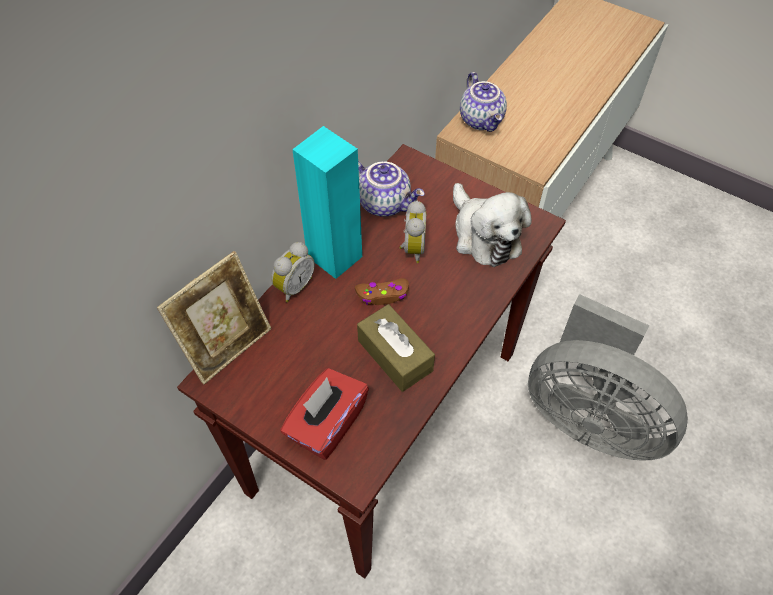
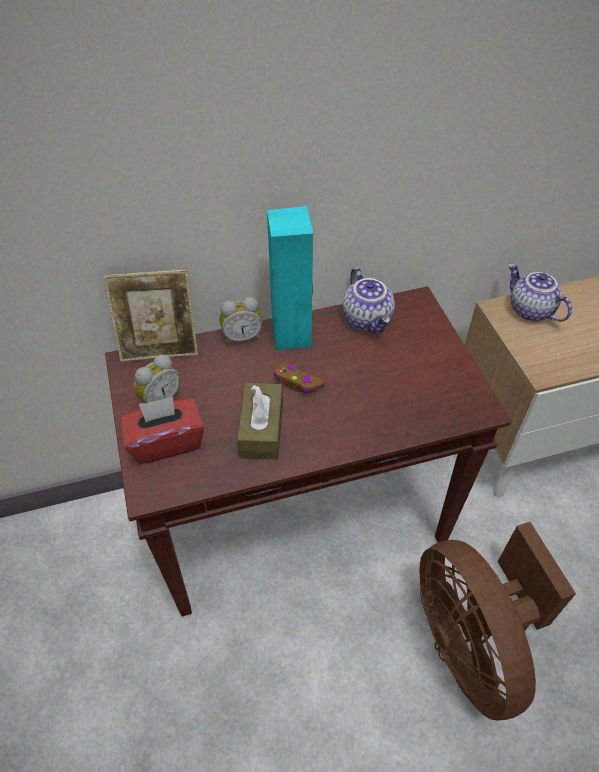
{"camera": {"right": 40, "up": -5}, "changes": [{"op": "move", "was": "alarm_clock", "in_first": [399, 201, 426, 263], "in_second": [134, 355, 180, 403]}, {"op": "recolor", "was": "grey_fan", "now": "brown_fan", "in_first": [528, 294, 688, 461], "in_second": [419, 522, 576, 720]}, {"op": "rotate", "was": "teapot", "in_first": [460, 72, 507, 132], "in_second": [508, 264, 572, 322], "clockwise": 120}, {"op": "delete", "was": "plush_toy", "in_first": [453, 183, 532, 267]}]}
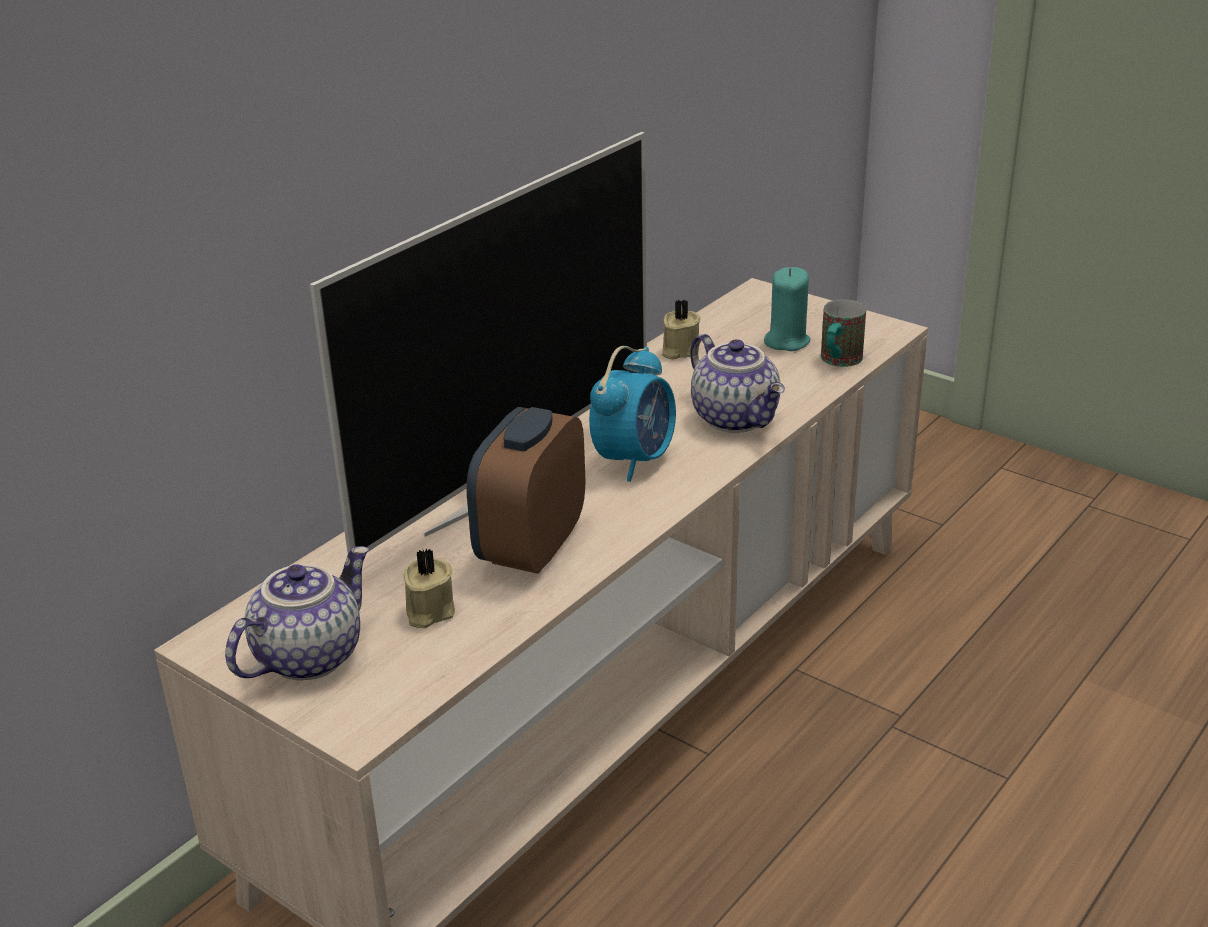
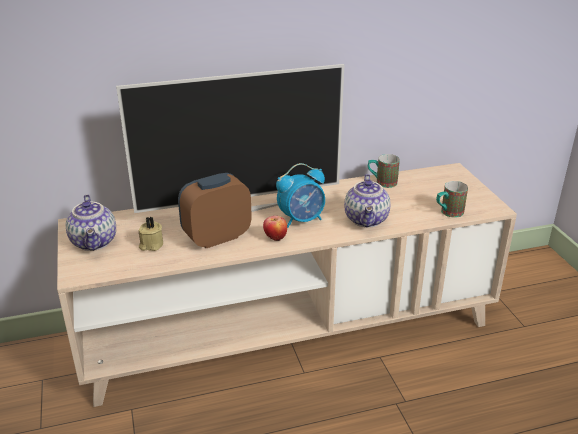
{"camera": {"right": 35, "up": 0}, "changes": [{"op": "rotate", "was": "teapot", "in_first": [225, 546, 369, 680], "in_second": [66, 194, 116, 251], "clockwise": 90}, {"op": "insert", "now": "apple", "in_second": [263, 216, 287, 242]}, {"op": "replace", "was": "beige_candle", "now": "mug", "in_first": [662, 300, 701, 360], "in_second": [368, 154, 400, 188]}, {"op": "delete", "was": "turquoise_candle", "in_first": [764, 267, 810, 351]}]}
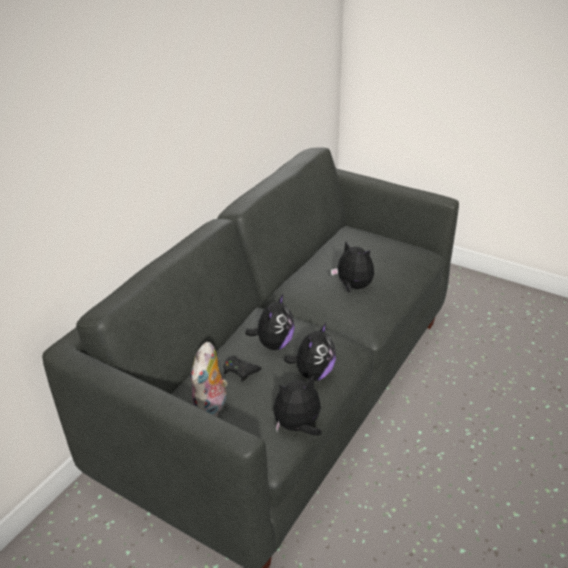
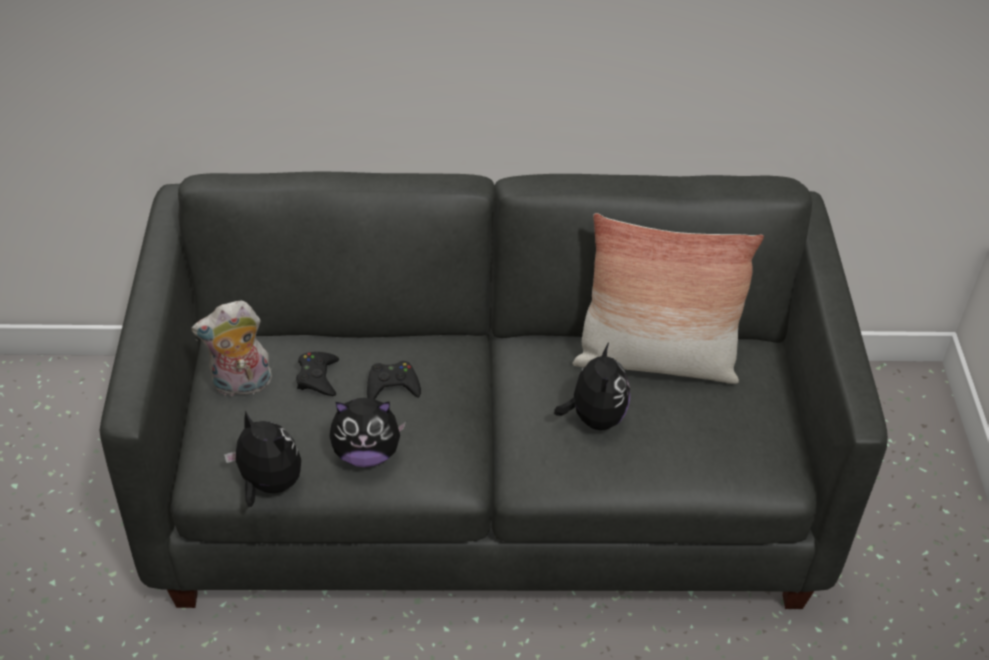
{"camera": {"right": 55, "up": 10}, "changes": [{"op": "replace", "was": "plush_toy", "now": "black_game_controller", "in_first": [245, 294, 295, 350], "in_second": [367, 361, 421, 399]}, {"op": "insert", "now": "pillow", "in_second": [572, 213, 764, 384]}]}
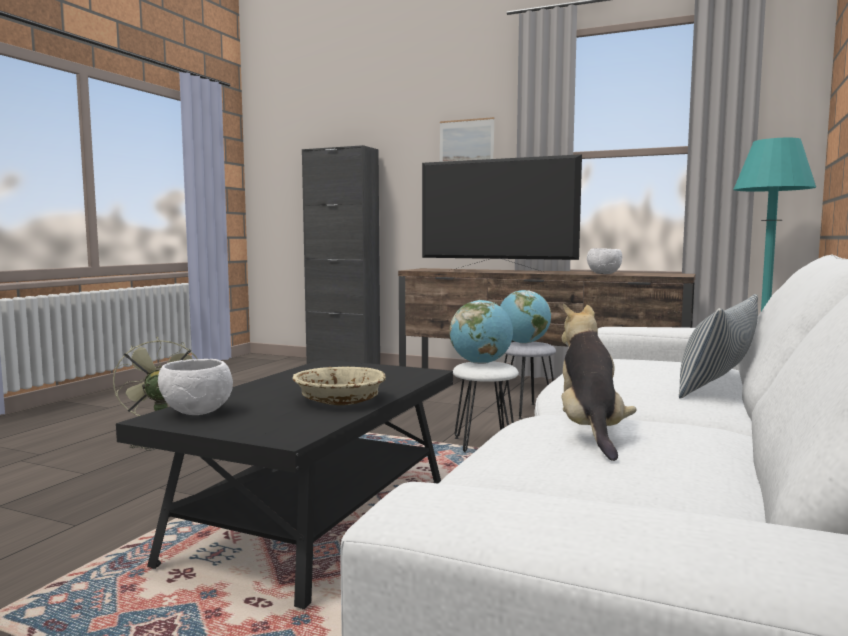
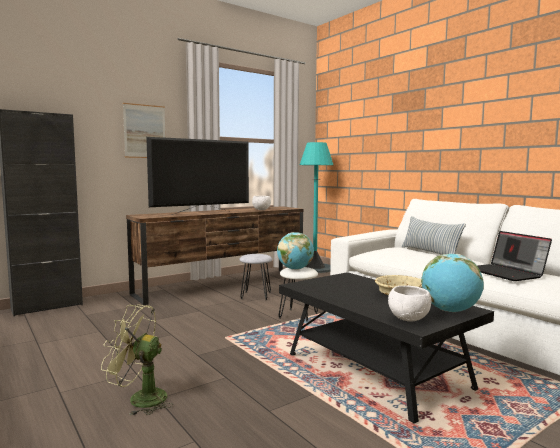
{"camera": {"right": -60, "up": 0}, "changes": [{"op": "move", "was": "globe", "in_first": [500, 290, 551, 344], "in_second": [421, 254, 484, 312]}, {"op": "replace", "was": "plush_toy", "now": "laptop", "in_first": [561, 303, 637, 461], "in_second": [478, 231, 552, 281]}]}
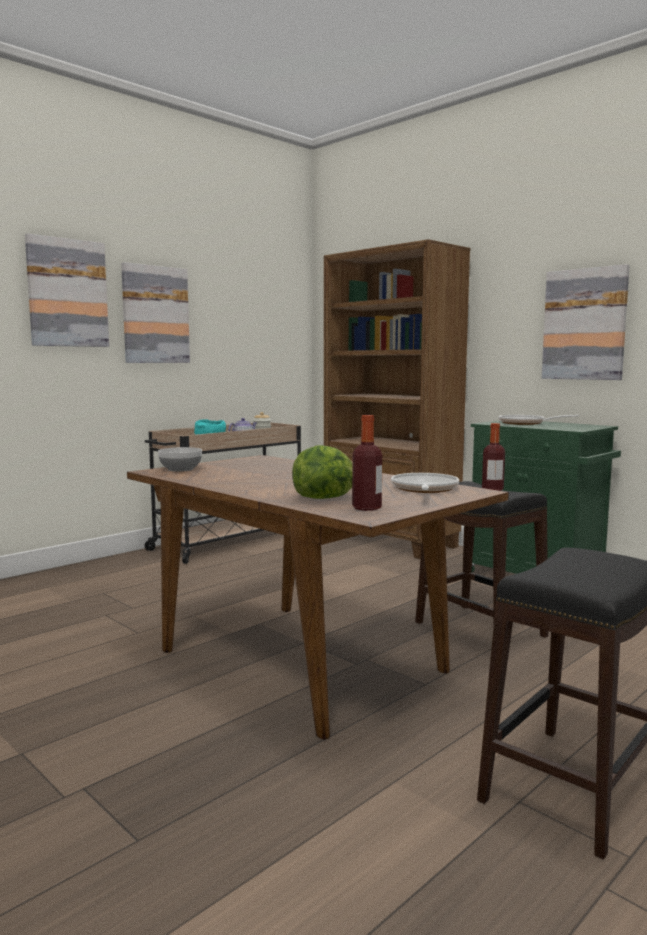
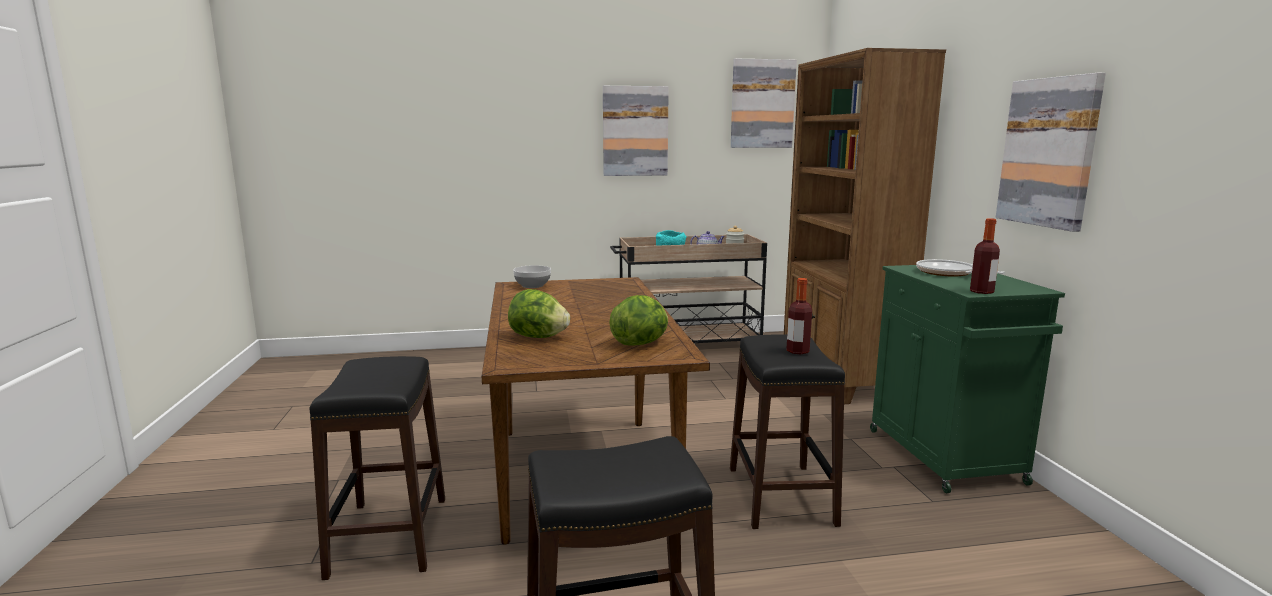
{"camera": {"right": 35, "up": 5}, "changes": [{"op": "insert", "now": "black_stool", "in_second": [310, 356, 445, 580]}, {"op": "replace", "was": "frying_pan", "now": "lettuce", "in_first": [391, 473, 459, 493], "in_second": [609, 295, 668, 345]}, {"op": "move", "was": "picture", "in_first": [25, 233, 109, 347], "in_second": [731, 59, 797, 148]}, {"op": "move", "was": "bottle", "in_first": [352, 415, 382, 511], "in_second": [970, 218, 1000, 294]}]}
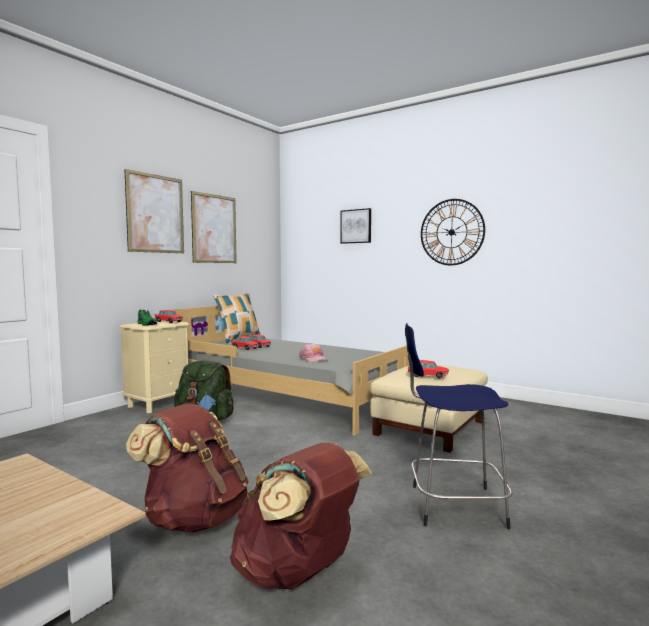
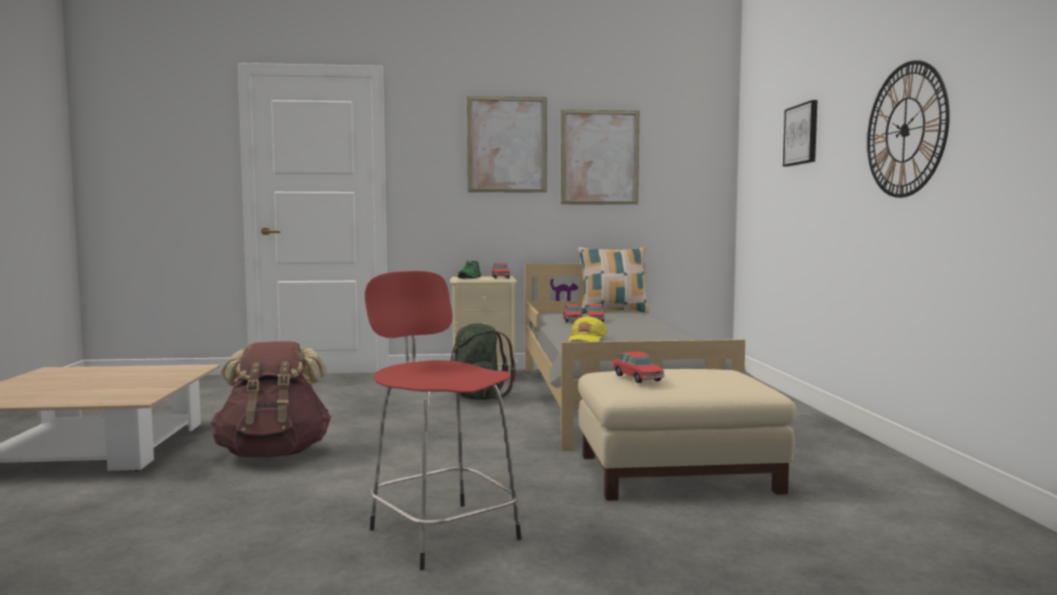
{"camera": {"right": 50, "up": 0}, "changes": [{"op": "recolor", "was": "blue_stool", "now": "red_stool", "in_first": [405, 323, 513, 529], "in_second": [365, 271, 522, 570]}, {"op": "recolor", "was": "pink_cap", "now": "yellow_cap", "in_first": [299, 343, 328, 362], "in_second": [568, 315, 607, 342]}, {"op": "delete", "was": "brown_backpack", "in_first": [230, 443, 372, 589]}]}
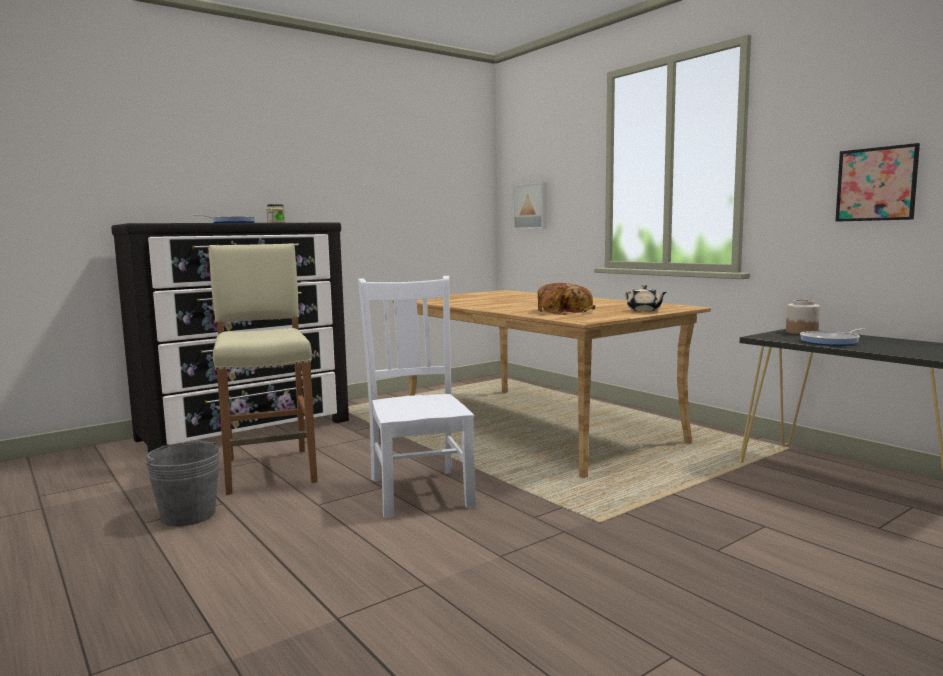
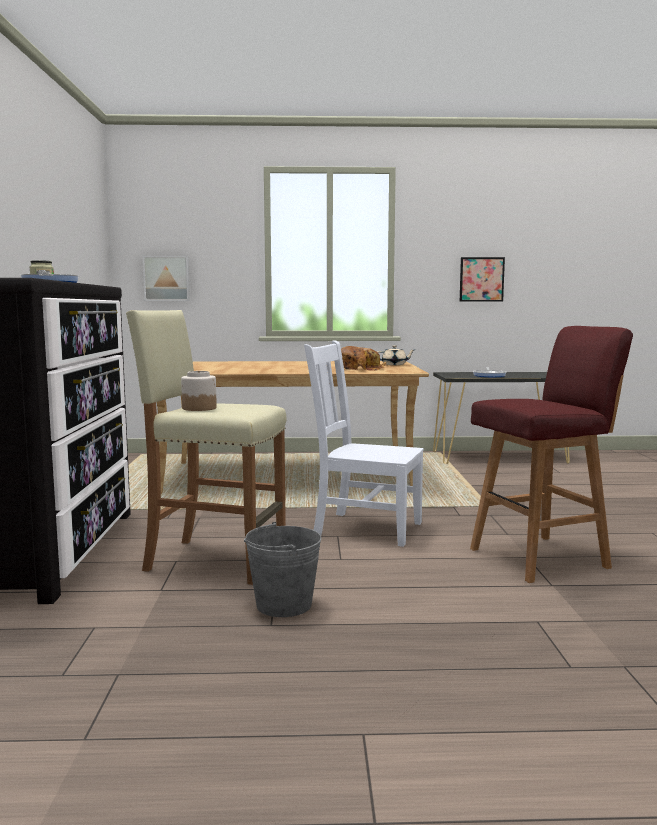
{"camera": {"right": -55, "up": 0}, "changes": [{"op": "move", "was": "jar", "in_first": [786, 300, 820, 334], "in_second": [181, 371, 217, 411]}, {"op": "insert", "now": "red_stool", "in_second": [470, 326, 633, 583]}]}
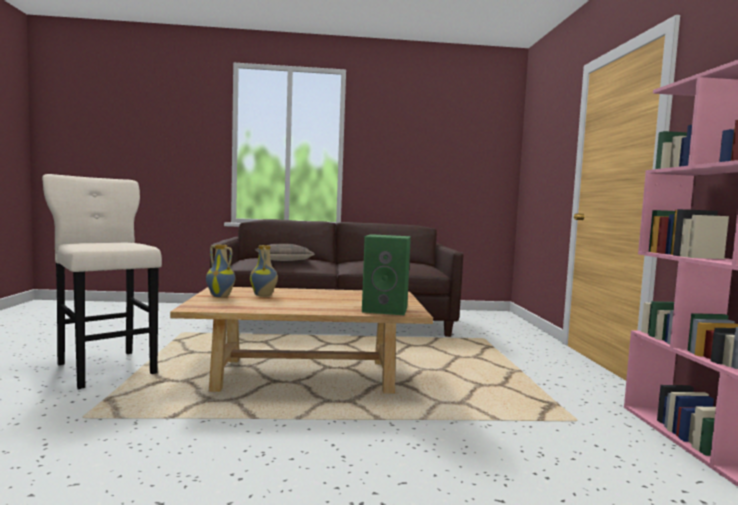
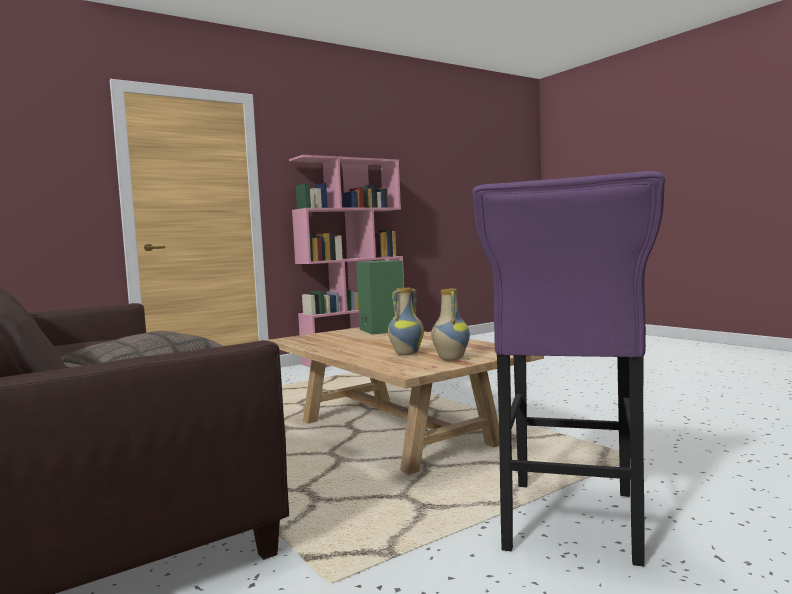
{"camera": {"right": -120, "up": 0}, "changes": [{"op": "recolor", "was": "beige_stool", "now": "purple_stool", "in_first": [42, 174, 162, 389], "in_second": [472, 171, 665, 566]}]}
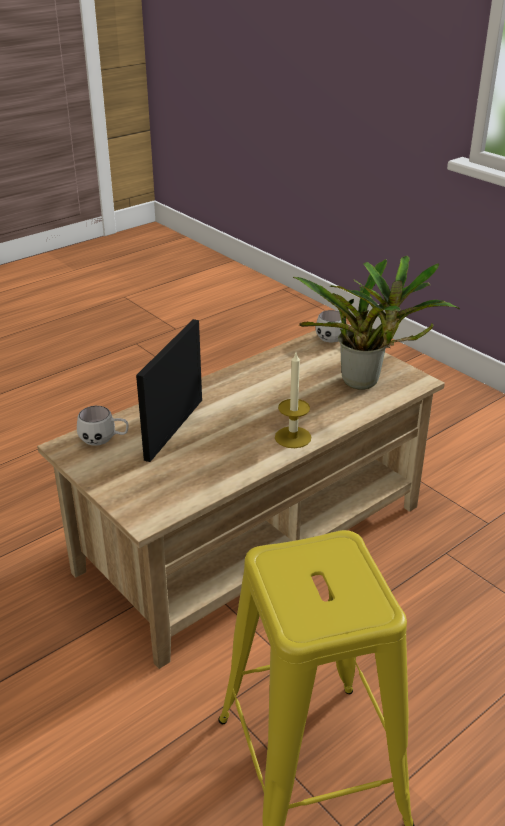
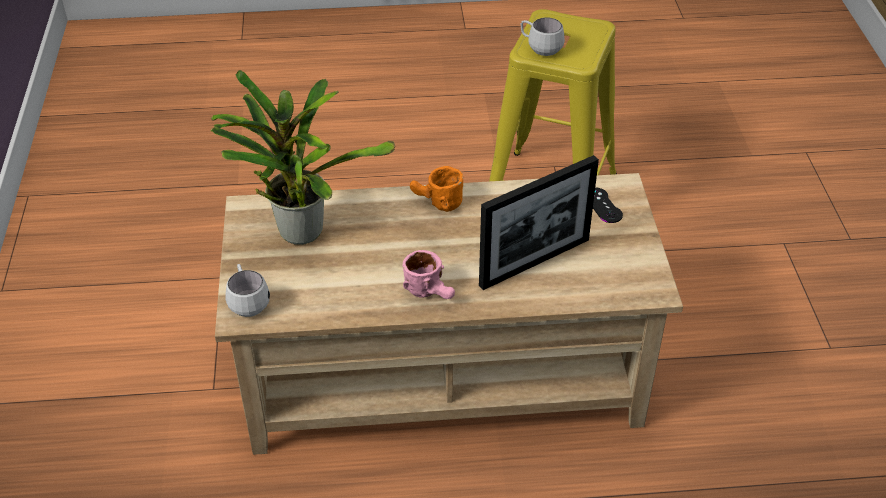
{"camera": {"right": -145, "up": 10}, "changes": [{"op": "insert", "now": "pink_mug", "in_second": [403, 250, 455, 299]}, {"op": "replace", "was": "candle", "now": "orange_mug", "in_first": [275, 353, 311, 448], "in_second": [410, 166, 463, 212]}, {"op": "move", "was": "white_mug", "in_first": [77, 406, 129, 446], "in_second": [521, 17, 565, 56]}, {"op": "insert", "now": "black_game_controller", "in_second": [593, 188, 623, 223]}]}
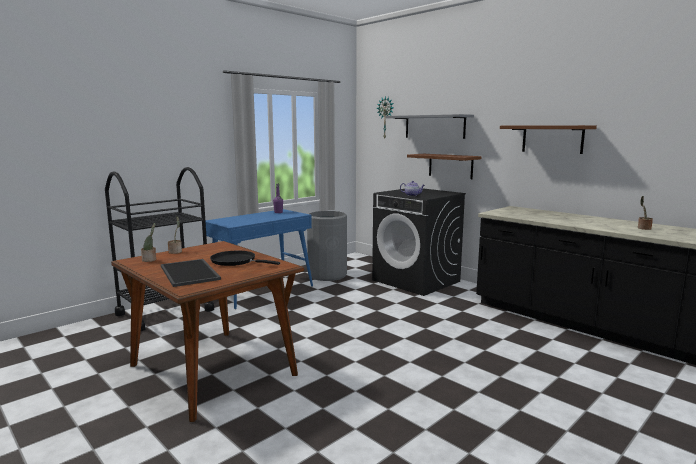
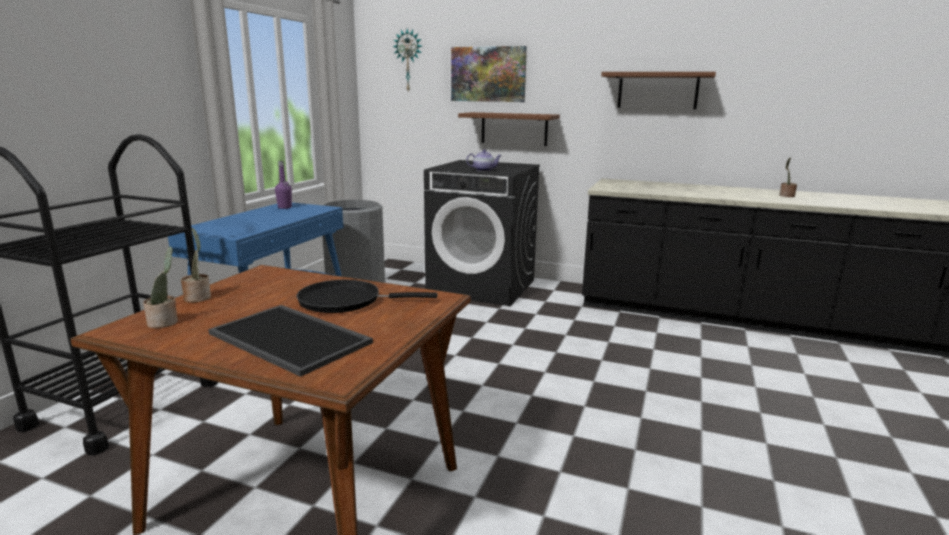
{"camera": {"right": -25, "up": 5}, "changes": [{"op": "replace", "was": "grey_shelf", "now": "picture", "in_first": [386, 114, 474, 139], "in_second": [451, 46, 527, 102]}]}
